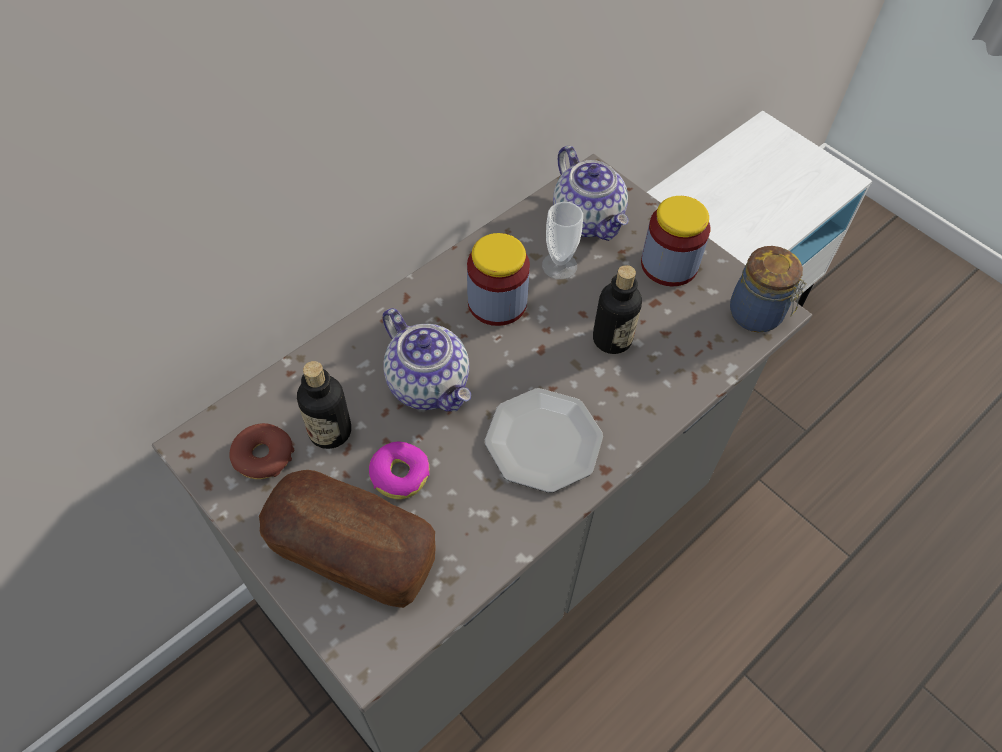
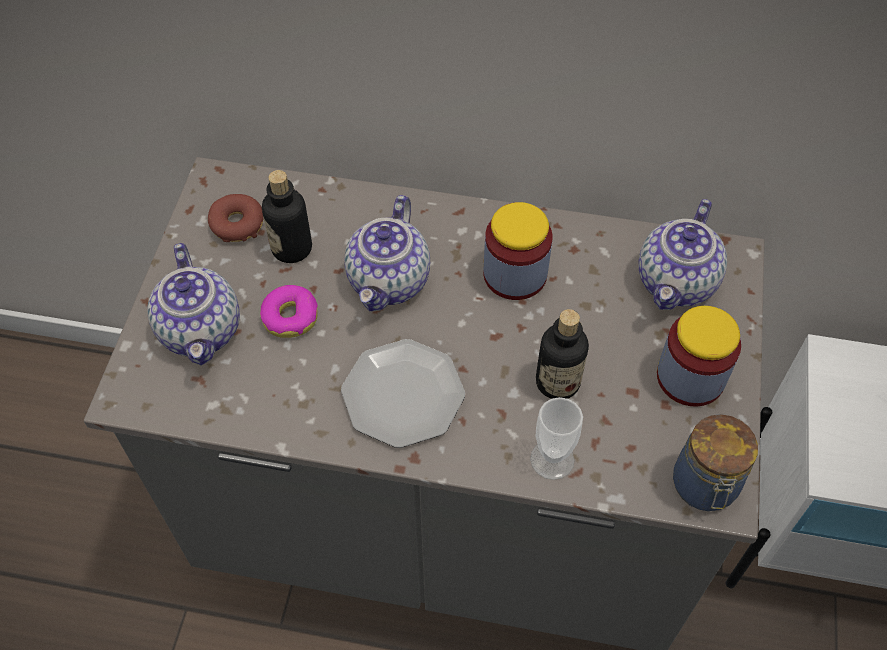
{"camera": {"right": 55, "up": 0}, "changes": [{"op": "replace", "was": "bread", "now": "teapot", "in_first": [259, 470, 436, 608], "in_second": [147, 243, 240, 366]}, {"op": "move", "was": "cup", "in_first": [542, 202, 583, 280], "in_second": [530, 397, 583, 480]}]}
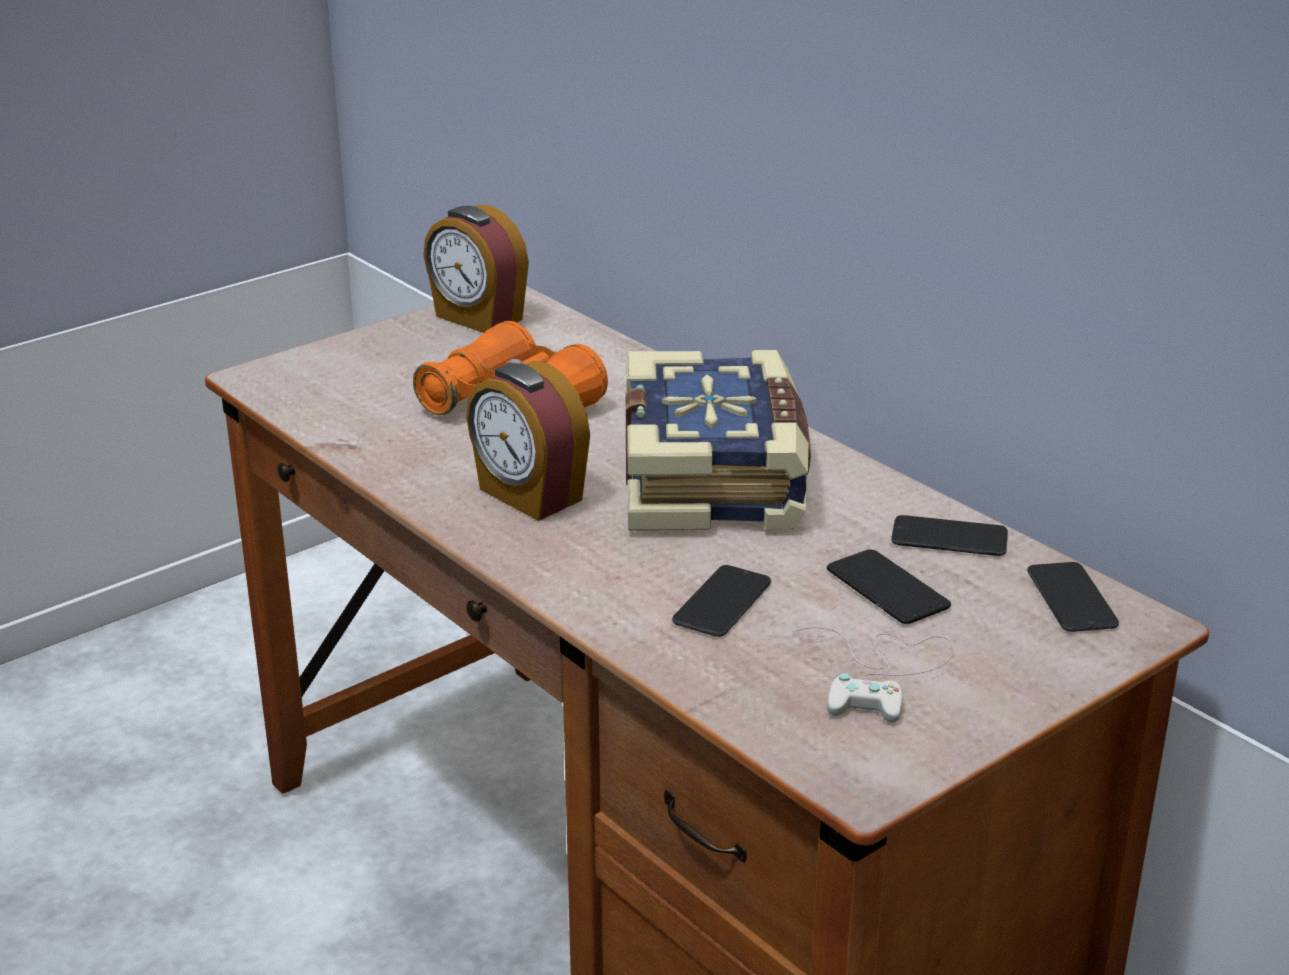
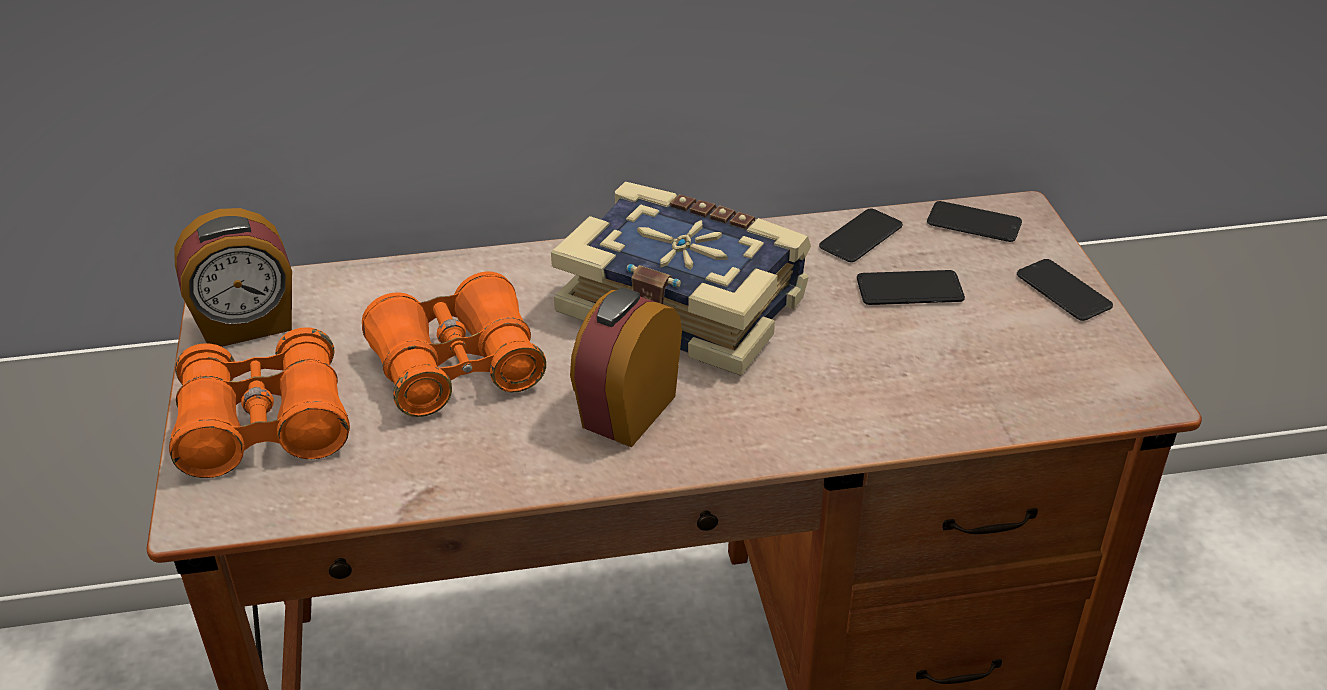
{"camera": {"right": -60, "up": 10}, "changes": [{"op": "insert", "now": "orange_binoculars", "in_second": [169, 327, 350, 478]}, {"op": "rotate", "was": "alarm_clock", "in_first": [466, 361, 590, 521], "in_second": [570, 288, 682, 448], "clockwise": 135}, {"op": "move", "was": "phone", "in_first": [672, 565, 771, 637], "in_second": [1017, 259, 1113, 321]}, {"op": "delete", "was": "white_game_controller", "in_first": [792, 627, 954, 722]}]}
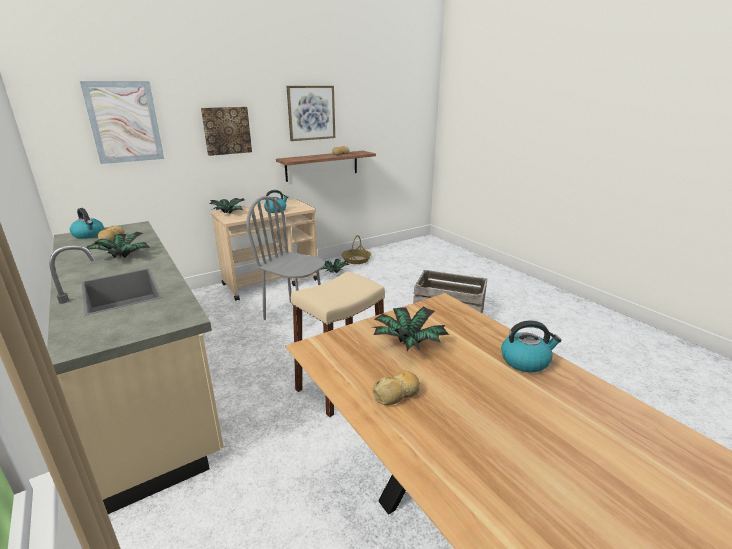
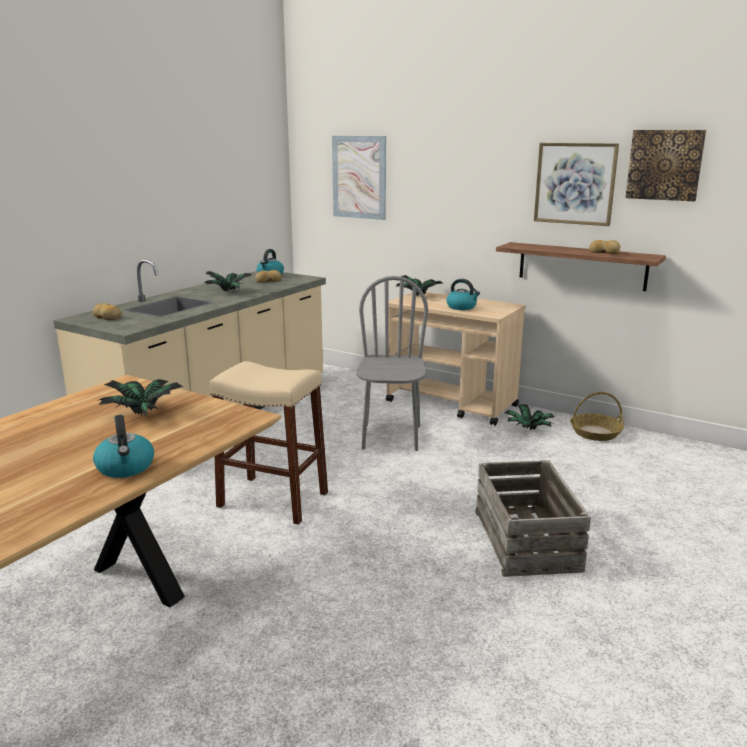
{"camera": {"right": 65, "up": -5}, "changes": [{"op": "move", "was": "bread", "in_first": [373, 371, 420, 405], "in_second": [93, 303, 122, 320]}, {"op": "move", "was": "picture", "in_first": [201, 107, 252, 156], "in_second": [625, 130, 706, 201]}]}
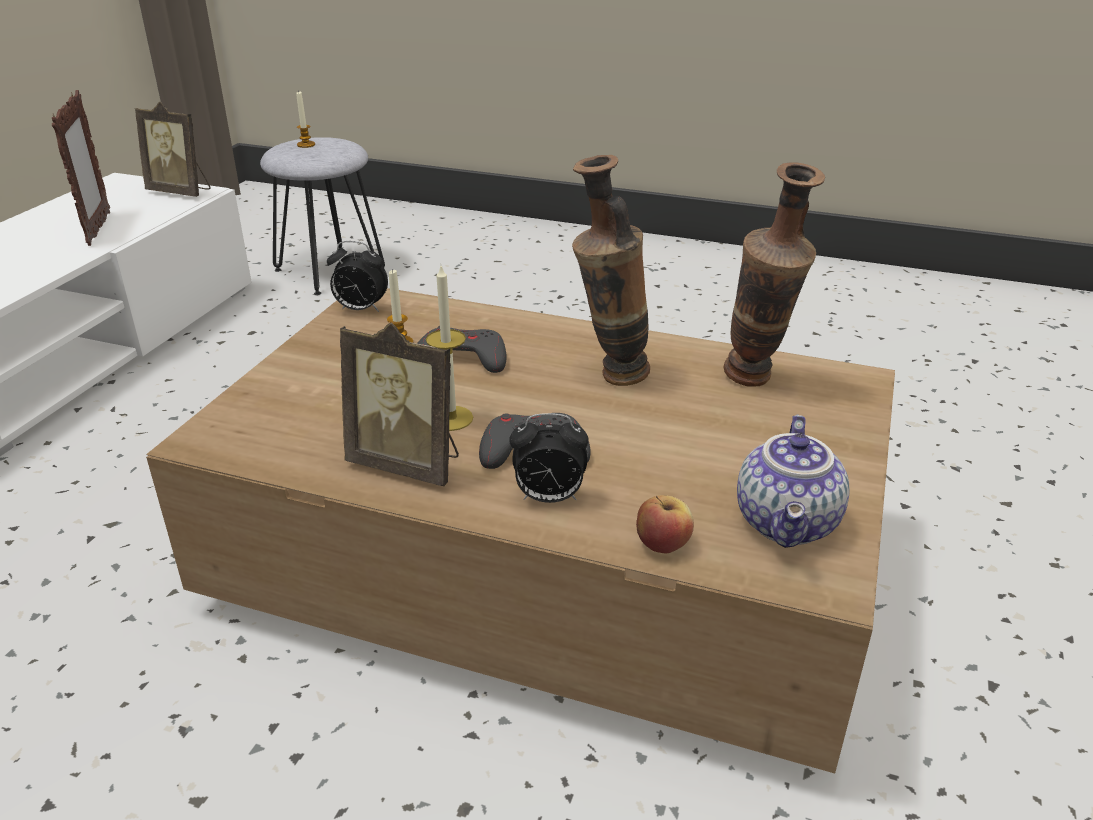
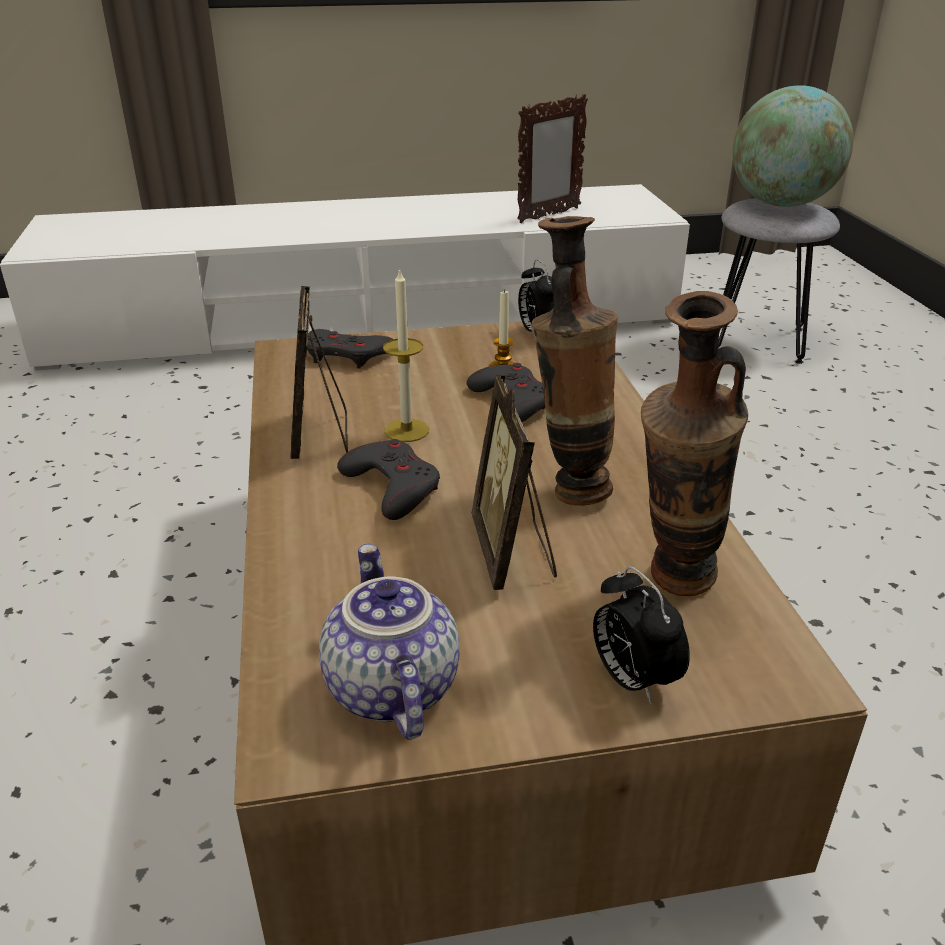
{"camera": {"right": 60, "up": 0}, "changes": [{"op": "insert", "now": "grey_game_controller", "in_second": [306, 329, 392, 369]}, {"op": "rotate", "was": "teapot", "in_first": [737, 414, 850, 548], "in_second": [319, 544, 460, 740], "clockwise": 90}, {"op": "move", "was": "picture_frame", "in_first": [135, 102, 210, 197], "in_second": [471, 375, 557, 590]}, {"op": "move", "was": "alarm_clock", "in_first": [509, 413, 588, 503], "in_second": [593, 566, 690, 704]}, {"op": "replace", "was": "candle", "now": "globe", "in_first": [296, 92, 315, 148], "in_second": [732, 85, 854, 207]}, {"op": "delete", "was": "apple", "in_first": [636, 495, 694, 553]}]}
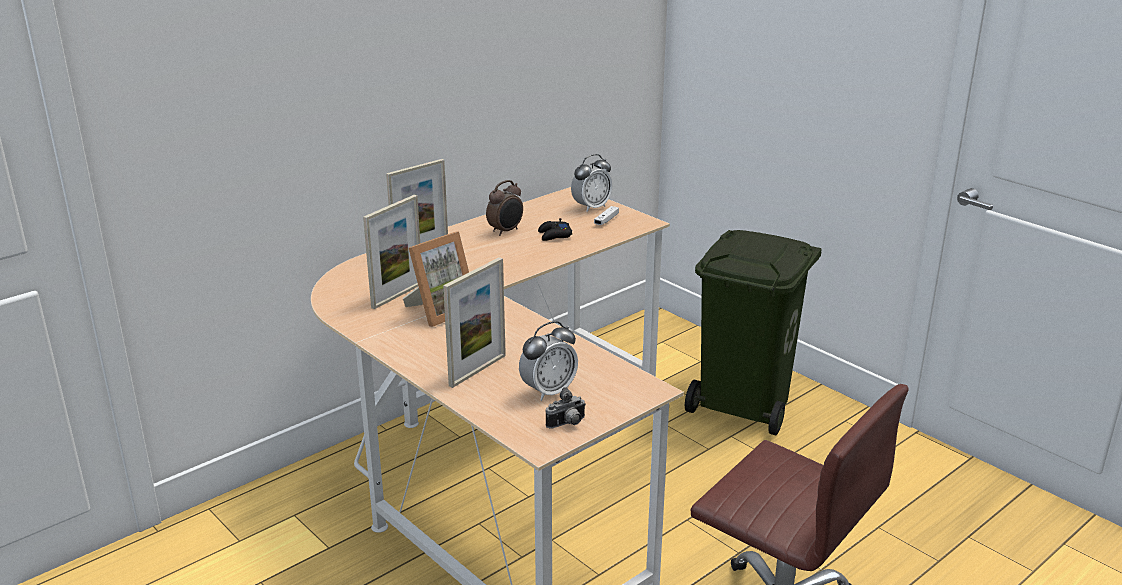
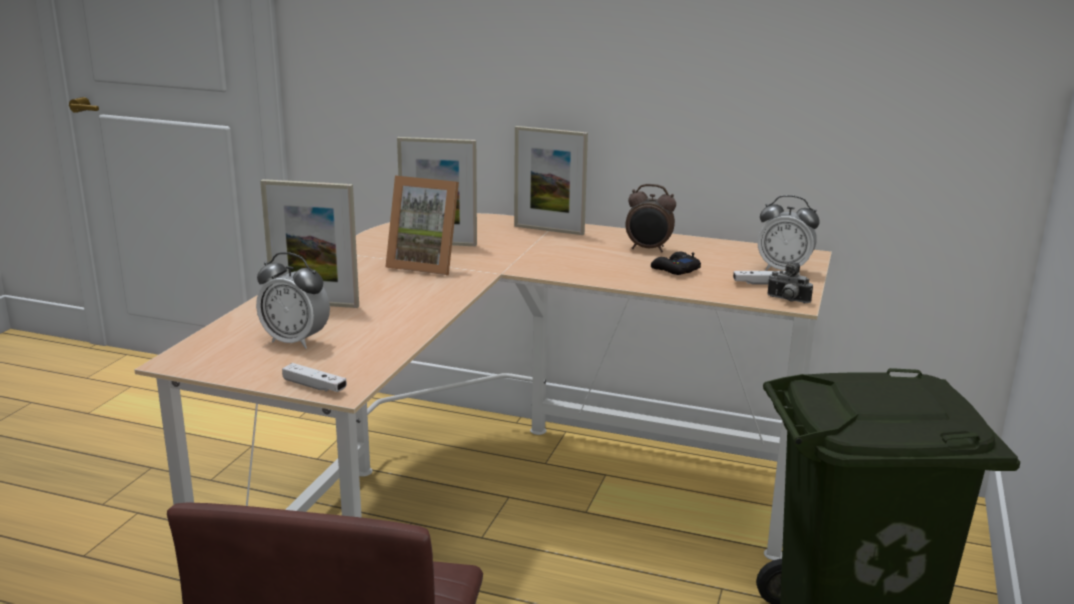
{"camera": {"right": 60, "up": -5}, "changes": [{"op": "insert", "now": "white_game_controller", "in_second": [282, 363, 347, 392]}, {"op": "move", "was": "photo_camera", "in_first": [546, 387, 586, 429], "in_second": [767, 262, 813, 303]}]}
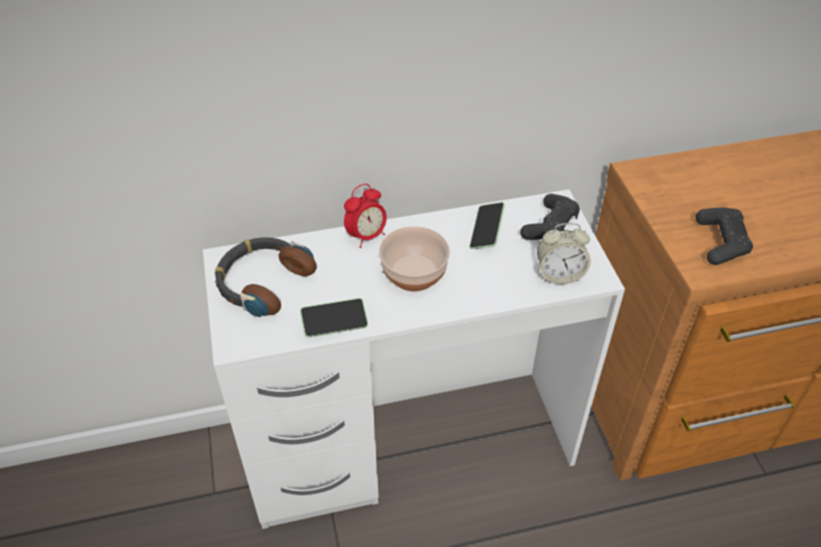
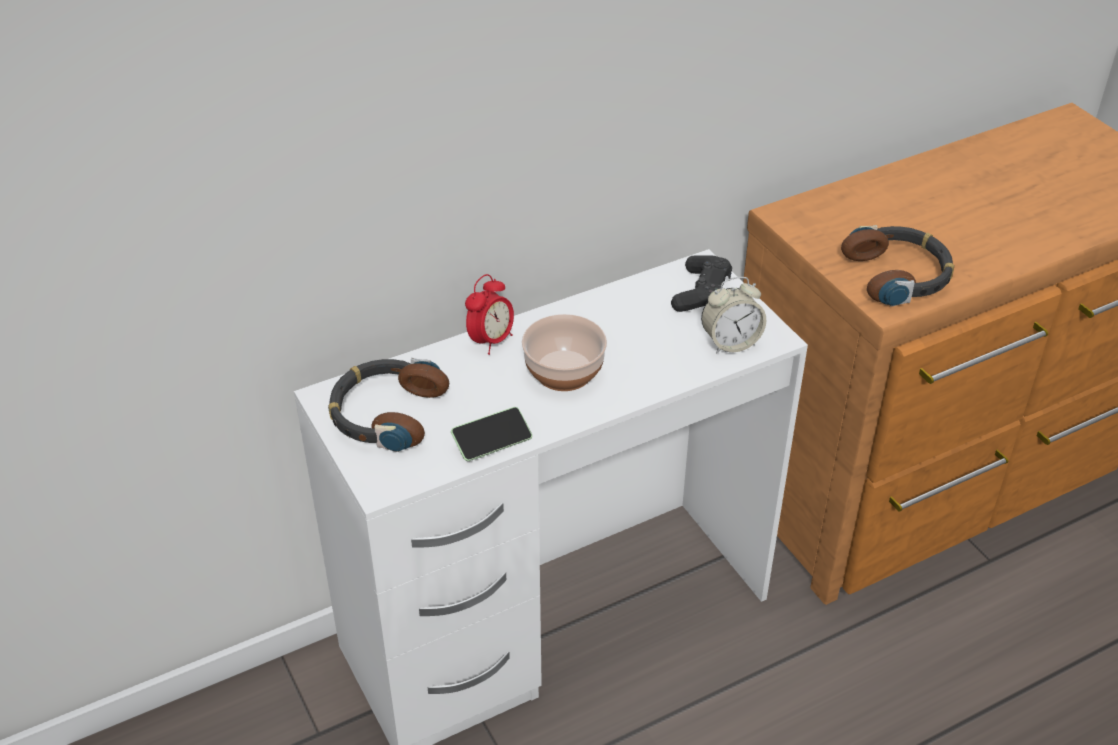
{"camera": {"right": -15, "up": -5}, "changes": [{"op": "replace", "was": "black_game_controller", "now": "headphones", "in_first": [696, 207, 753, 265], "in_second": [841, 225, 954, 307]}, {"op": "delete", "was": "phone", "in_first": [470, 202, 505, 249]}]}
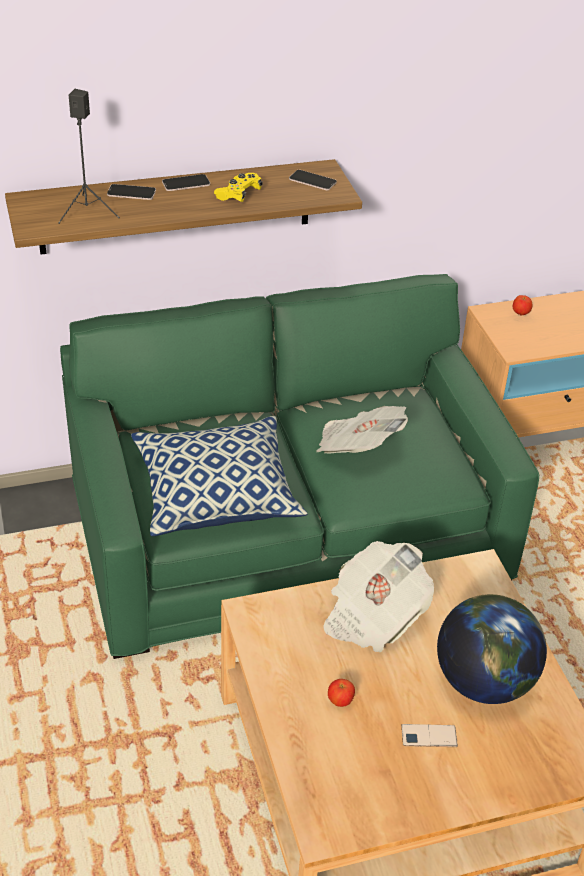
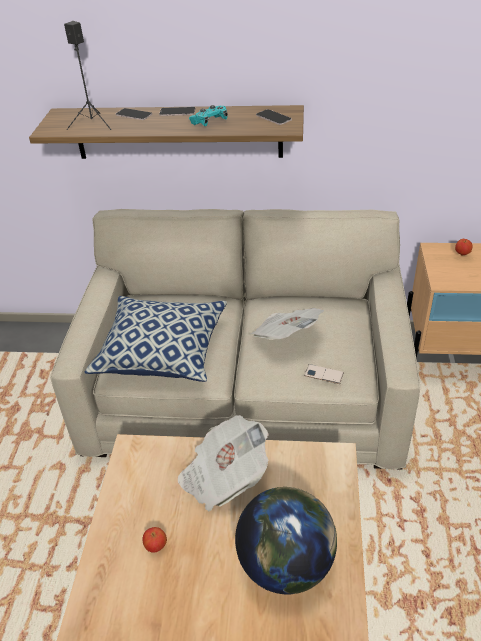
{"camera": {"right": 25, "up": 0}, "changes": [{"op": "recolor", "was": "green_sofa", "now": "beige_sofa", "in_first": [60, 274, 539, 659], "in_second": [50, 209, 420, 470]}, {"op": "recolor", "was": "yellow_game_controller", "now": "turquoise_game_controller", "in_first": [214, 173, 263, 202], "in_second": [189, 105, 228, 126]}, {"op": "move", "was": "phone", "in_first": [401, 724, 458, 747], "in_second": [304, 364, 344, 384]}]}
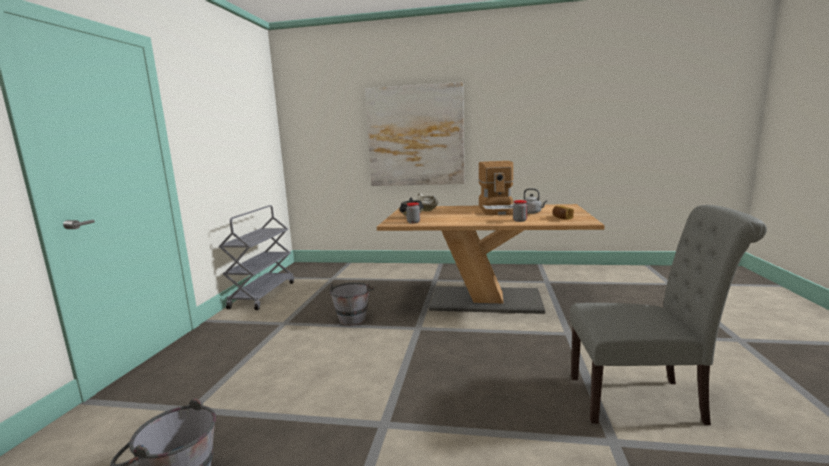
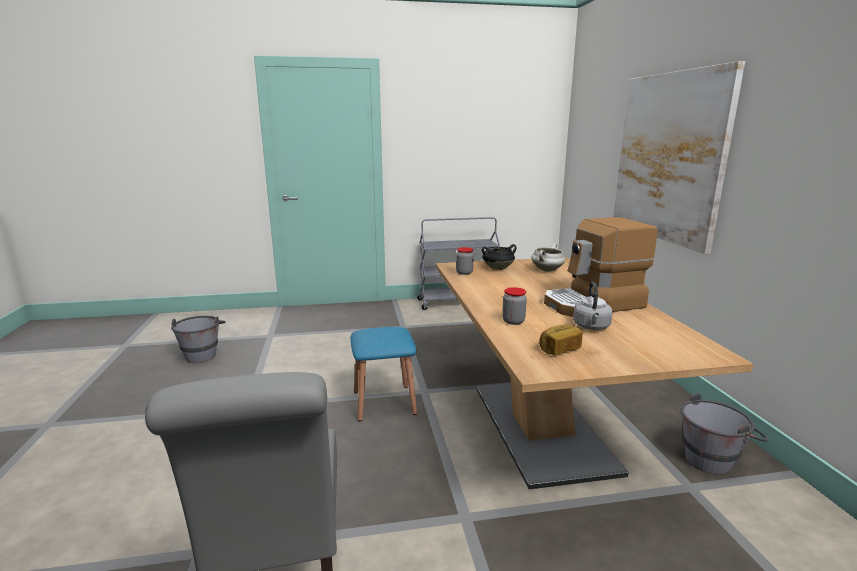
{"camera": {"right": 70, "up": 5}, "changes": [{"op": "insert", "now": "blue_stool", "in_second": [351, 327, 417, 421]}, {"op": "move", "was": "grey_bucket", "in_first": [329, 282, 374, 326], "in_second": [681, 393, 769, 475]}]}
